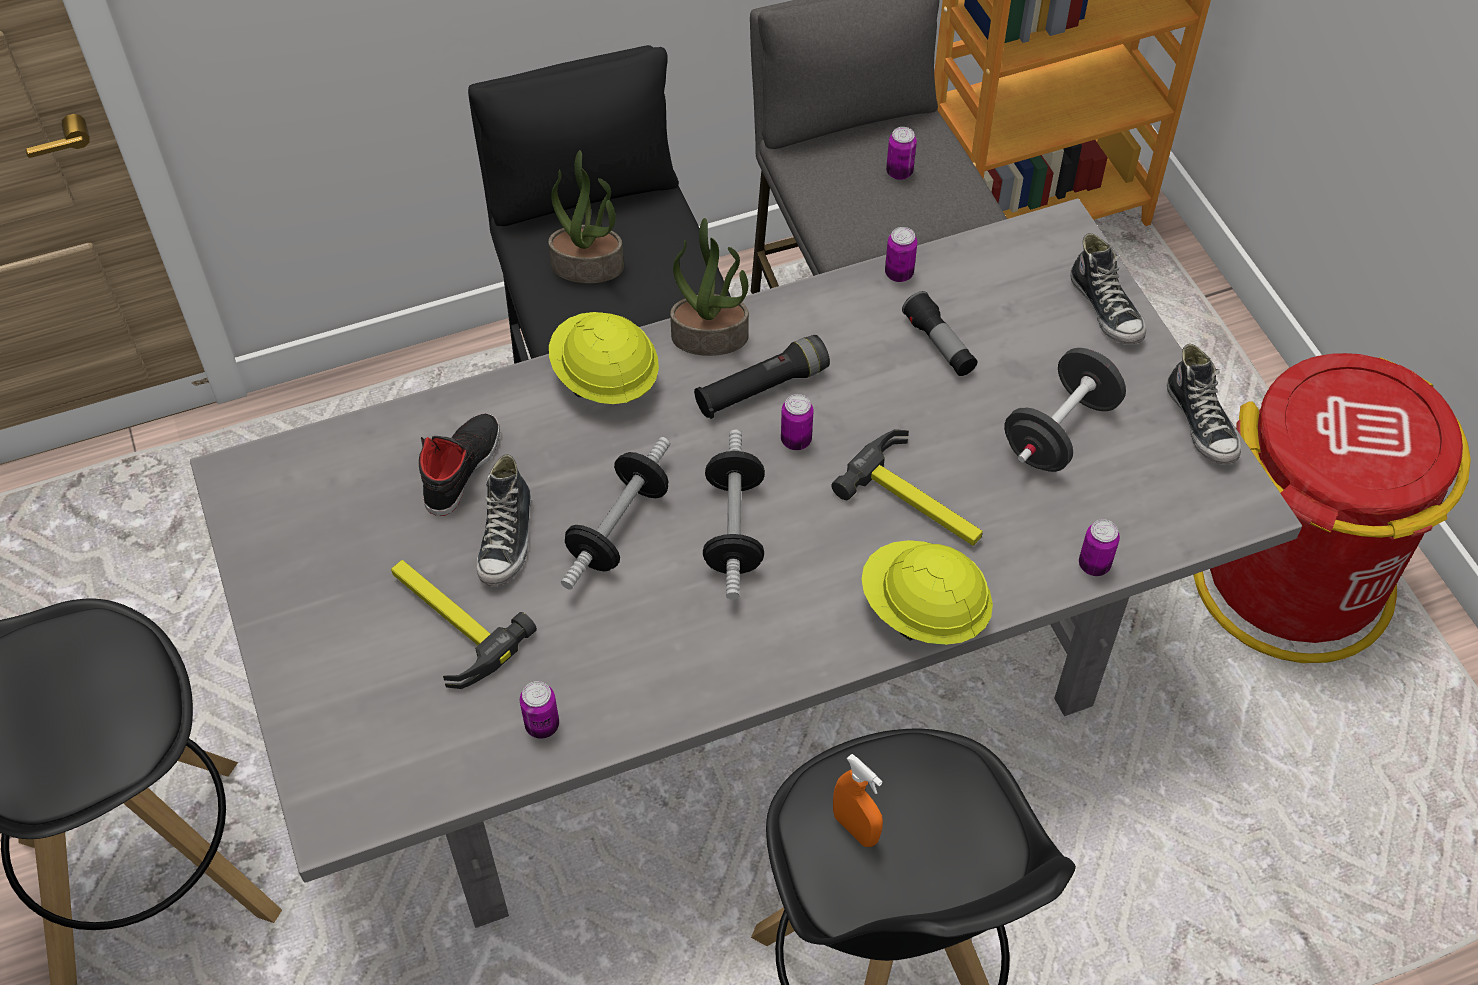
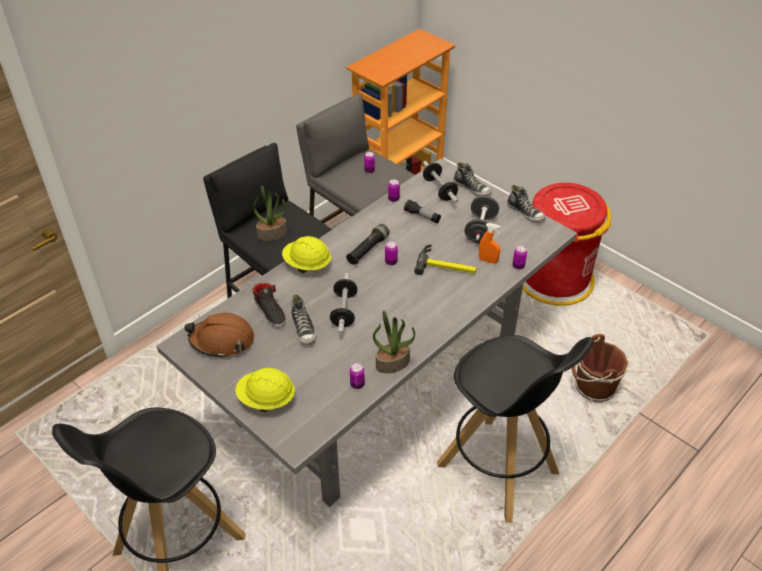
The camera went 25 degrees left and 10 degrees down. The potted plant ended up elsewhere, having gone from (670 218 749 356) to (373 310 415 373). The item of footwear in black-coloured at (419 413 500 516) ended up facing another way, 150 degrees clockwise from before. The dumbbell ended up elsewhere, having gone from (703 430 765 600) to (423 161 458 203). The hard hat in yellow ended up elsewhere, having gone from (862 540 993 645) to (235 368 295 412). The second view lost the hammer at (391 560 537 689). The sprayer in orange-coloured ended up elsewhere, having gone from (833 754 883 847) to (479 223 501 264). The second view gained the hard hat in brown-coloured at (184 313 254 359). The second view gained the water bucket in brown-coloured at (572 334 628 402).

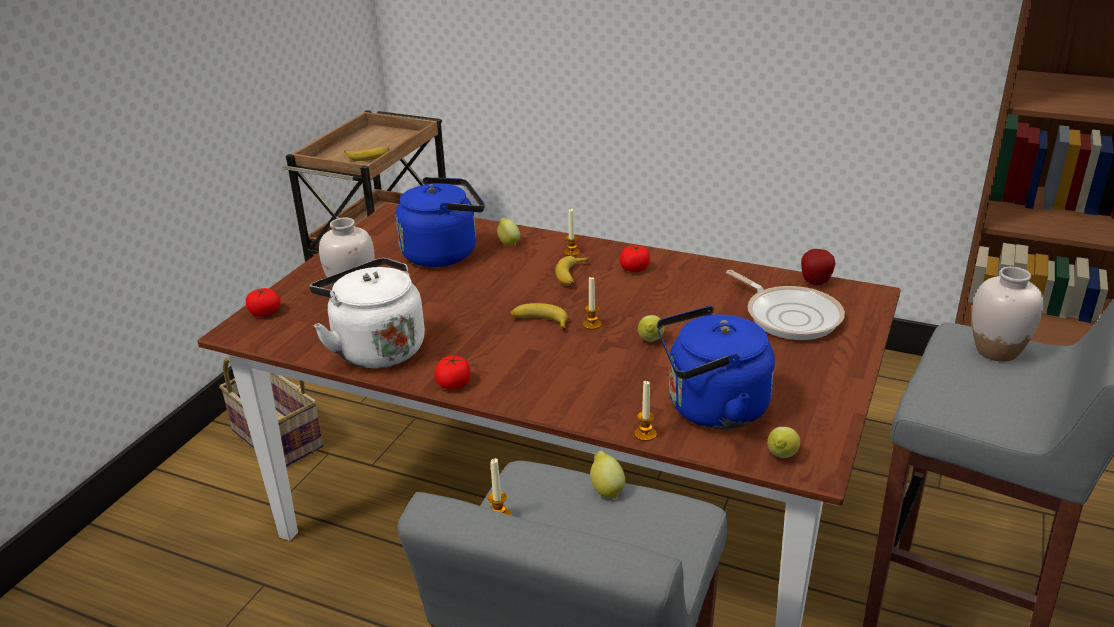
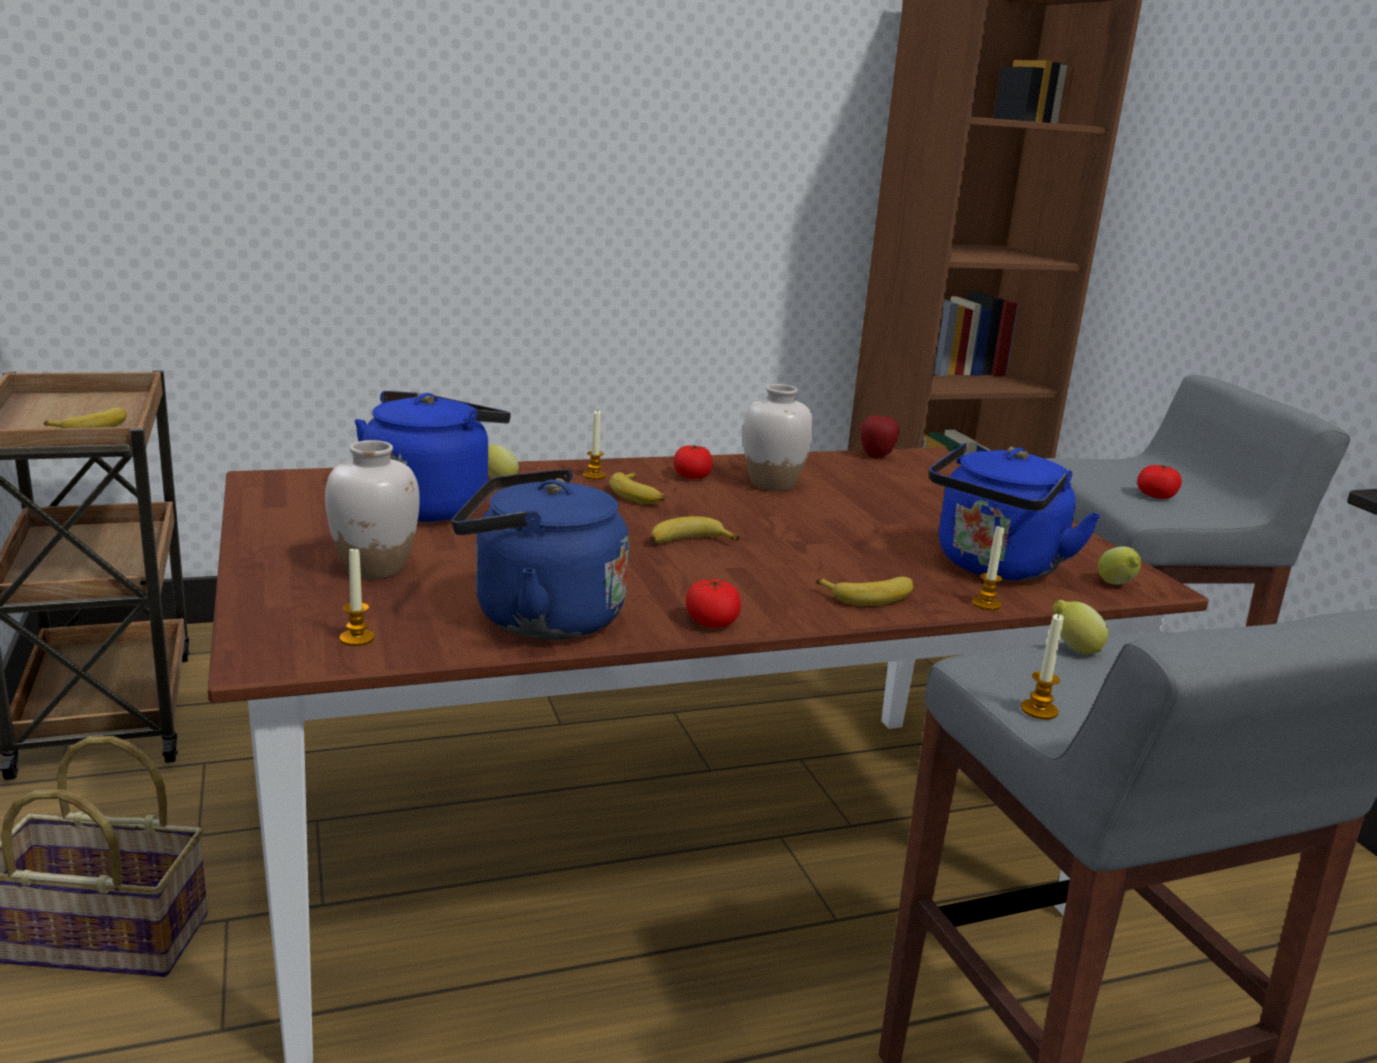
The camera went 45 degrees left and 10 degrees down. What was the kettle in whitish at (310 258 425 368) turned into the kettle in blue-coloured at (452 469 629 640). The flower vase in whitish ended up elsewhere, having gone from (972 267 1044 362) to (743 384 813 491). The second view lost the frying pan at (726 270 845 340). The wax candle ended up elsewhere, having gone from (583 276 601 330) to (340 548 375 646). The tomato ended up elsewhere, having gone from (246 288 281 317) to (1137 465 1182 499). The second view lost the citrus fruit at (638 315 664 342). The second view gained the banana fruit at (816 577 913 606).

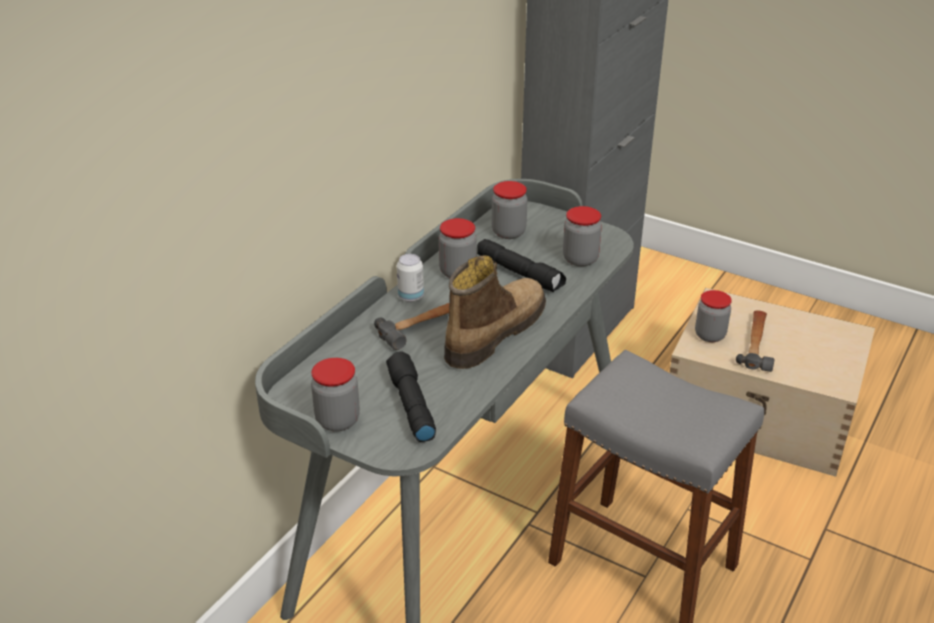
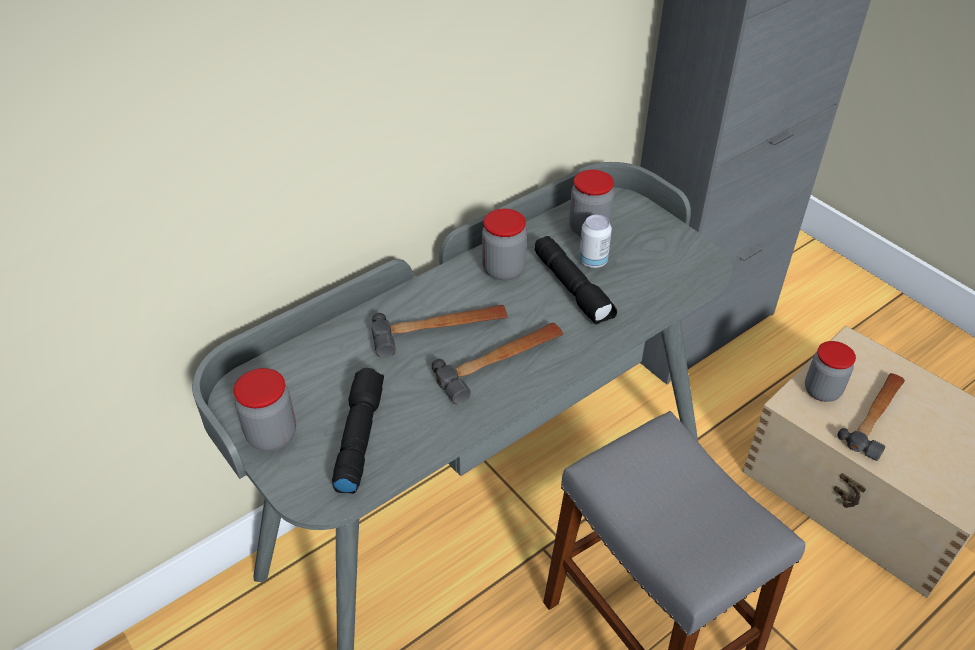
The camera went 20 degrees right and 10 degrees up. The second view lost the jar at (563 206 602 267). The sealed can ended up elsewhere, having gone from (397 254 424 302) to (579 215 612 268). Where the tall boot stood at (444 255 546 369), the hammer came to stand at (432 323 563 404).

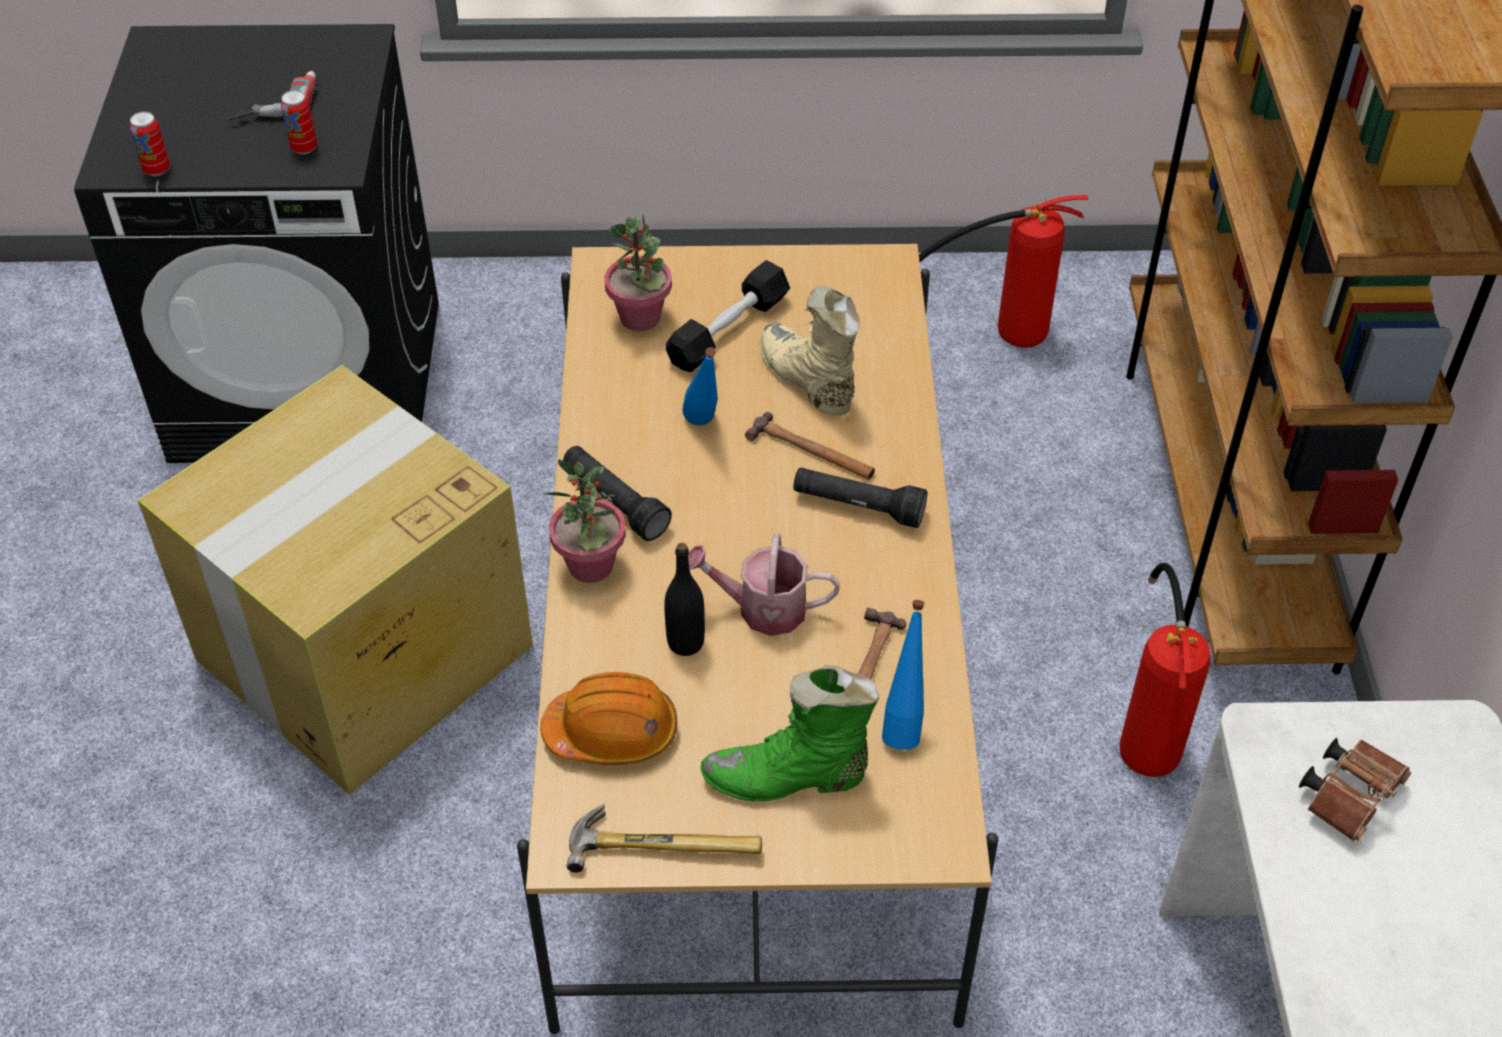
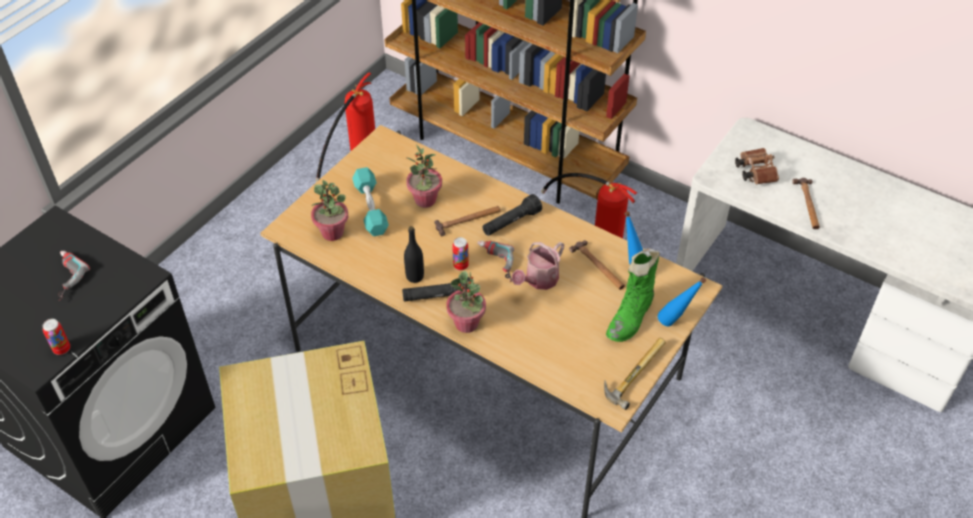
The camera went 55 degrees left and 0 degrees up. The sealed can ended up elsewhere, having gone from (281 90 317 154) to (452 237 469 270). What was the dumbbell in black-coloured at (666 260 790 372) turned into the dumbbell in blue-green at (352 167 389 236). Where the tall boot in beige stood at (760 286 860 415), the potted plant came to stand at (406 144 442 208). The bottle in blue-coloured ended up elsewhere, having gone from (682 347 718 425) to (658 277 706 326). The bottle in black-coloured ended up elsewhere, having gone from (664 543 705 656) to (404 226 424 283). The second view lost the hard hat in orange-coloured at (540 672 677 765). The second view gained the hammer at (792 178 820 229). The second view gained the electric drill at (477 241 514 283).

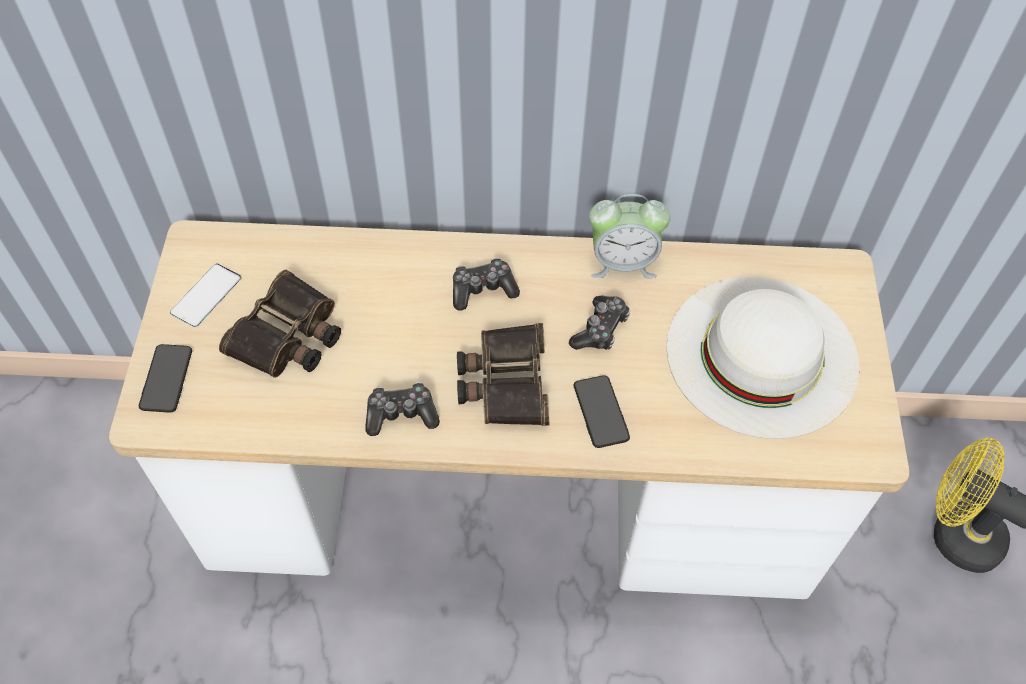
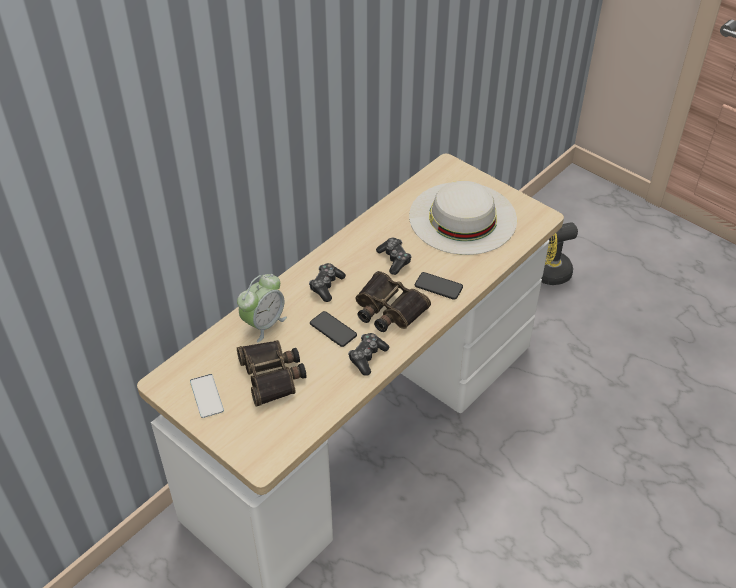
The camera went 50 degrees left and 10 degrees down. The alarm clock ended up elsewhere, having gone from (589 194 671 278) to (237 274 287 342). The telephone ended up elsewhere, having gone from (139 344 192 413) to (310 311 357 347).

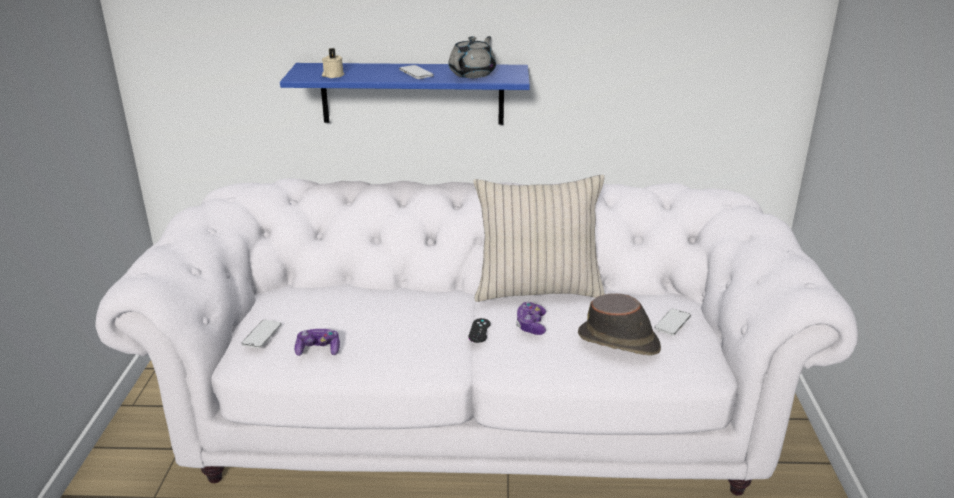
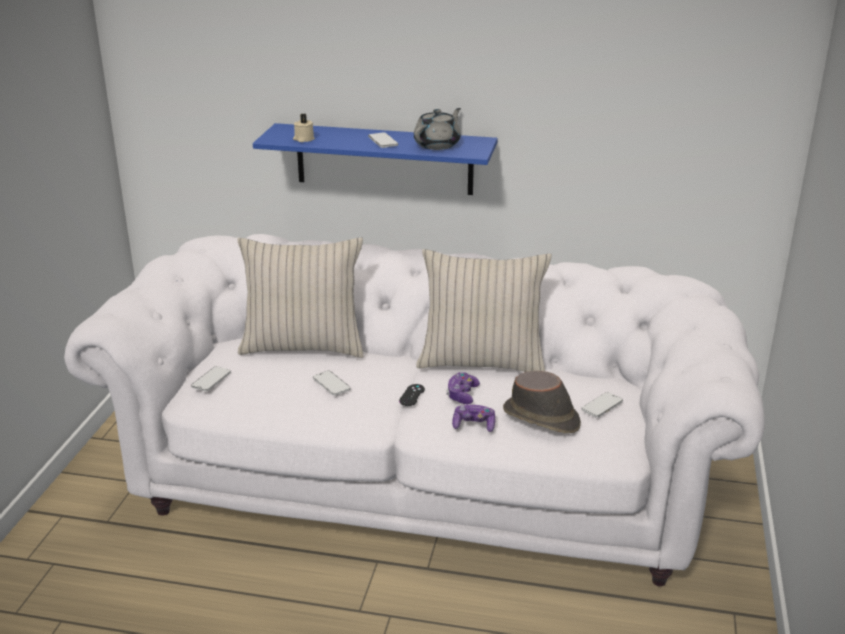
The camera went 10 degrees right and 0 degrees up. The joypad ended up elsewhere, having gone from (295 329 340 356) to (452 405 495 432). The second view gained the pillow in beige at (237 238 364 358). The second view gained the telephone at (313 371 350 396).

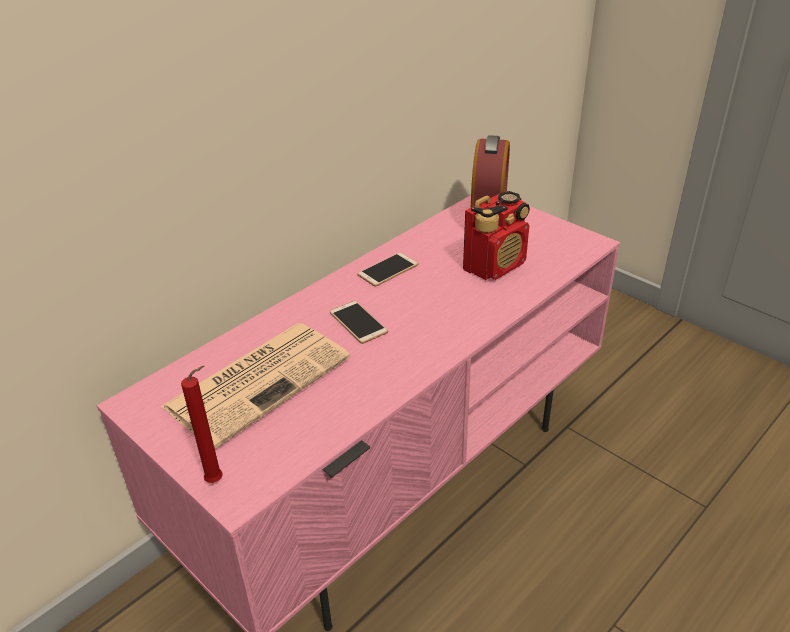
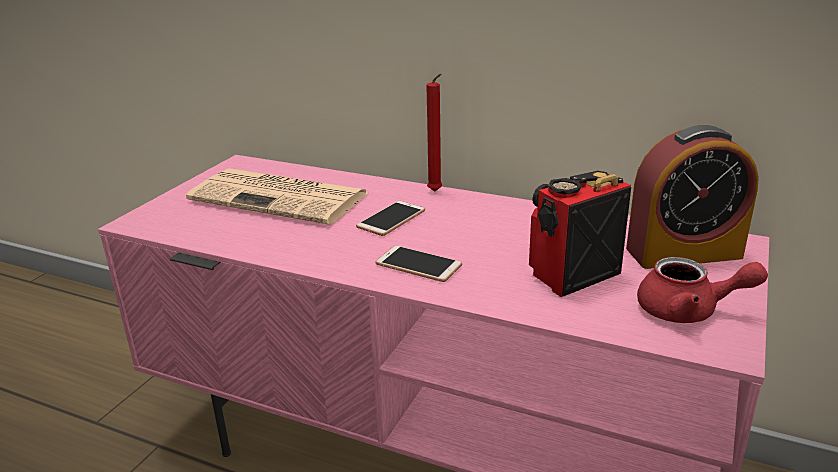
The camera went 70 degrees right and 10 degrees down. The radio set at (463 191 530 280) ended up facing another way, 120 degrees clockwise from before. The telephone ended up elsewhere, having gone from (358 253 418 287) to (375 246 462 282). The wax candle in red-coloured ended up elsewhere, having gone from (181 366 223 483) to (426 74 442 191). The second view gained the teapot in red-coloured at (637 257 768 323).

